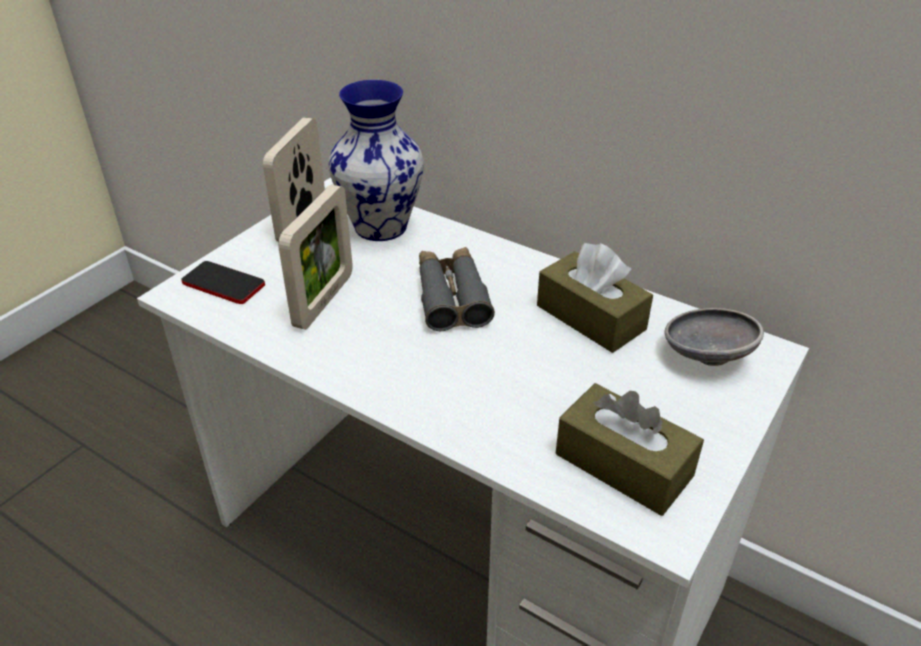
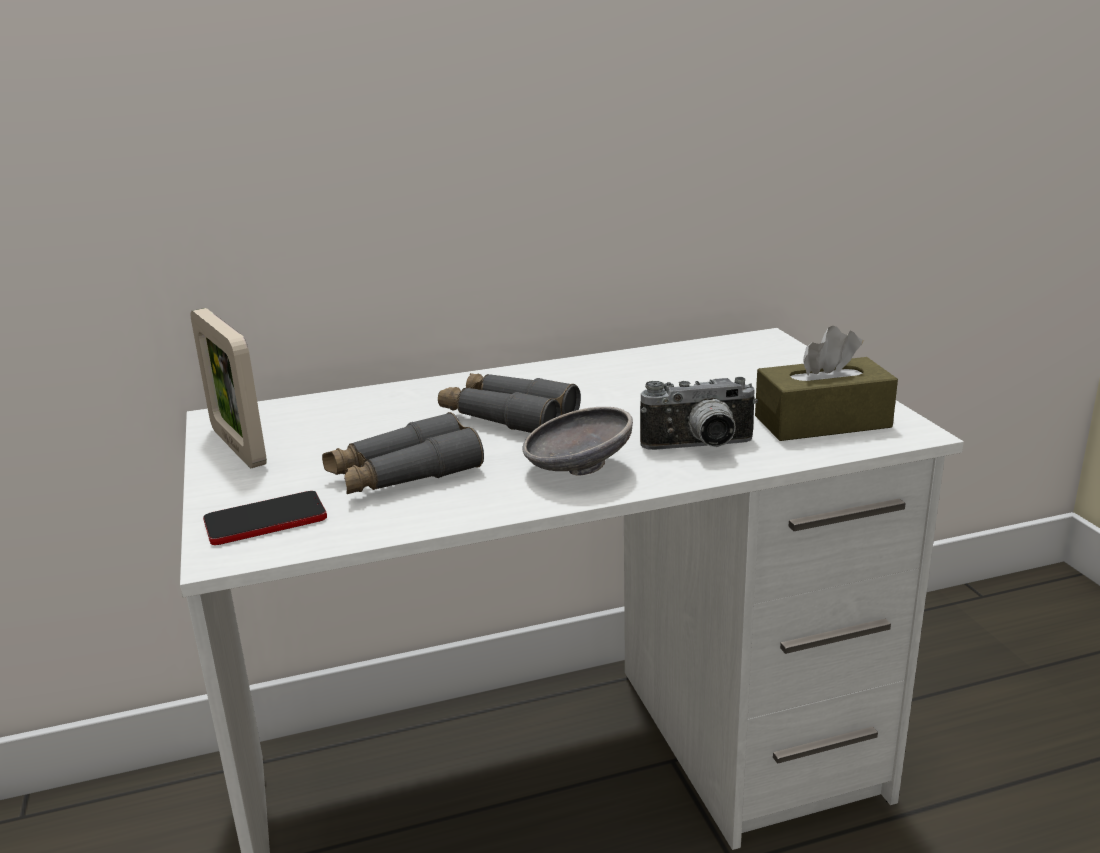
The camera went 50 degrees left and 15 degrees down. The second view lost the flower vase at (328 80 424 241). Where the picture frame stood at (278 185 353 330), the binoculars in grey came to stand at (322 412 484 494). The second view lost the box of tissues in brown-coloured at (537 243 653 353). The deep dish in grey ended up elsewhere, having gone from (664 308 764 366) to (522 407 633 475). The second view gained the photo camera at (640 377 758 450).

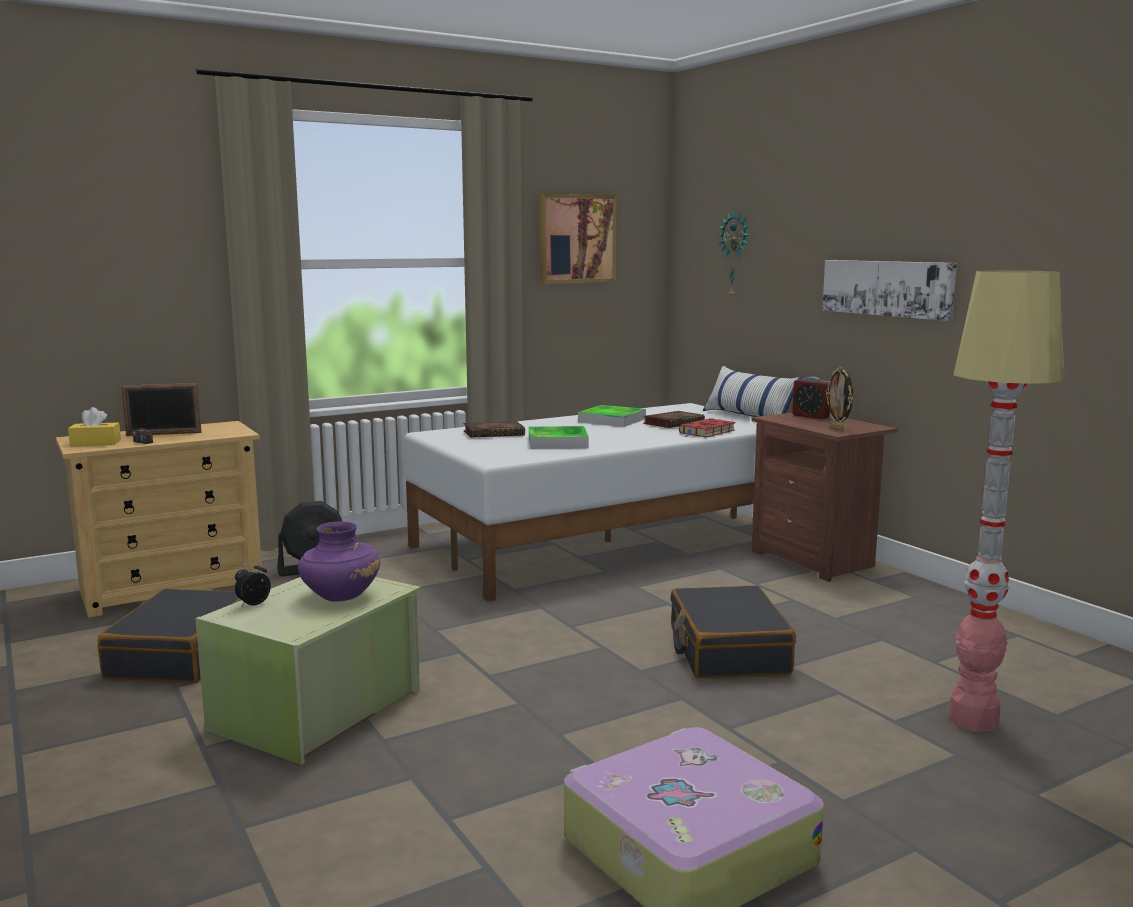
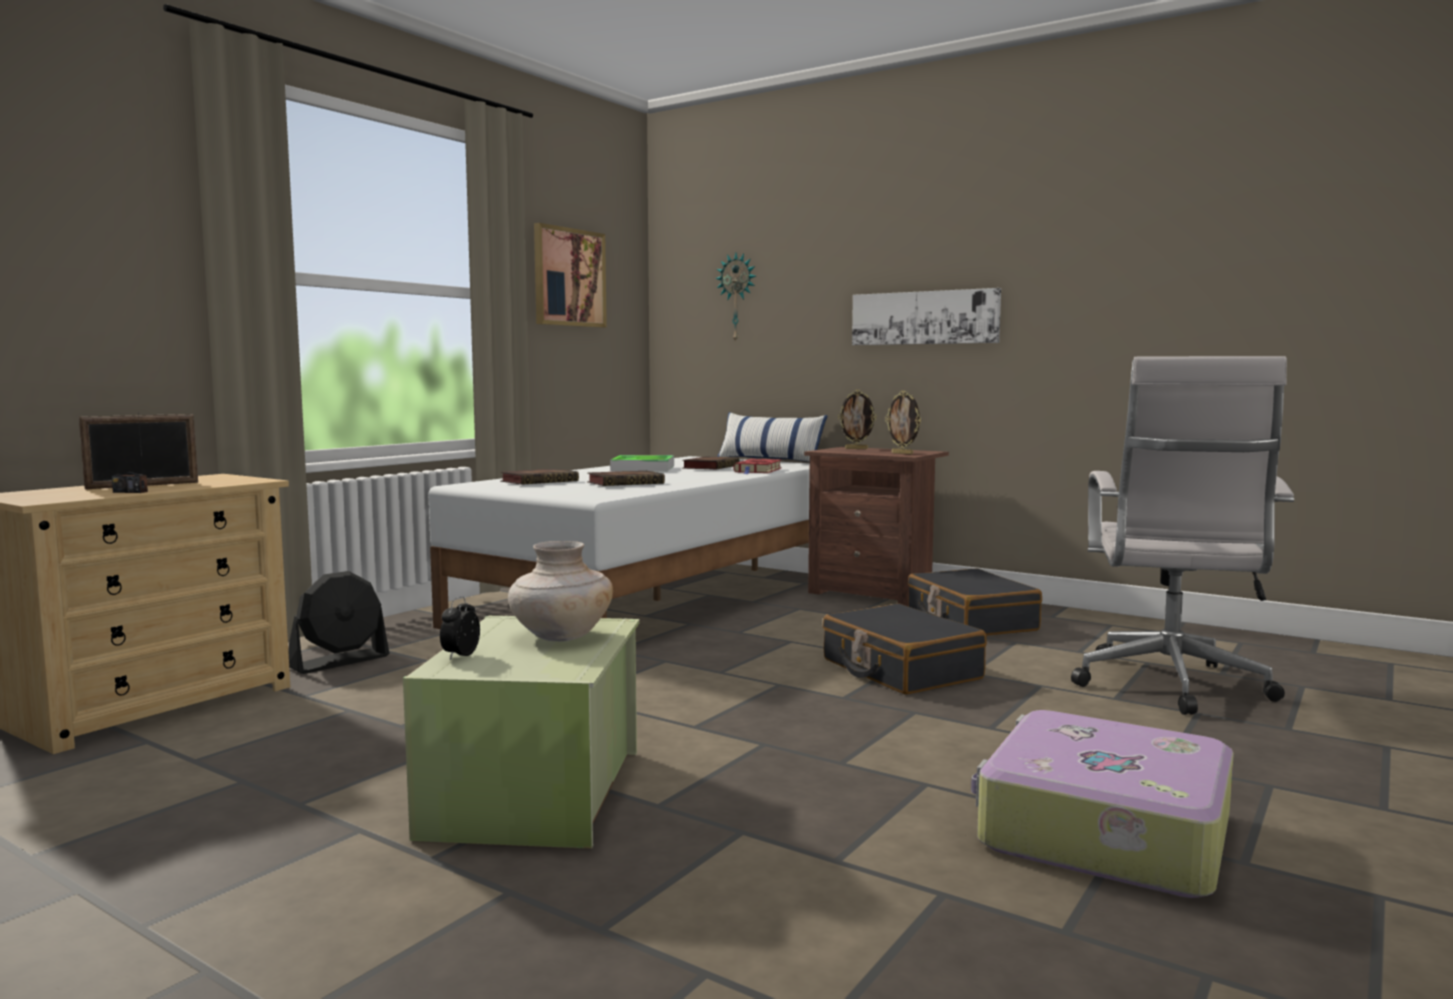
The camera went 25 degrees left and 5 degrees down. Where the standard lamp stood at (949 270 1064 732), the desk chair in whitish came to stand at (1071 356 1294 715). Where the alarm clock stood at (792 377 831 419), the picture frame came to stand at (838 389 876 449). The second view lost the box of tissues in yellow at (68 407 121 446). Where the serving tray stood at (529 426 589 449), the book came to stand at (587 471 665 486). What was the flower vase in purple-coloured at (298 522 381 602) turned into the flower vase in beige at (508 541 613 641). The piece of luggage in black-coloured ended up elsewhere, having gone from (98 589 242 683) to (908 568 1042 636).

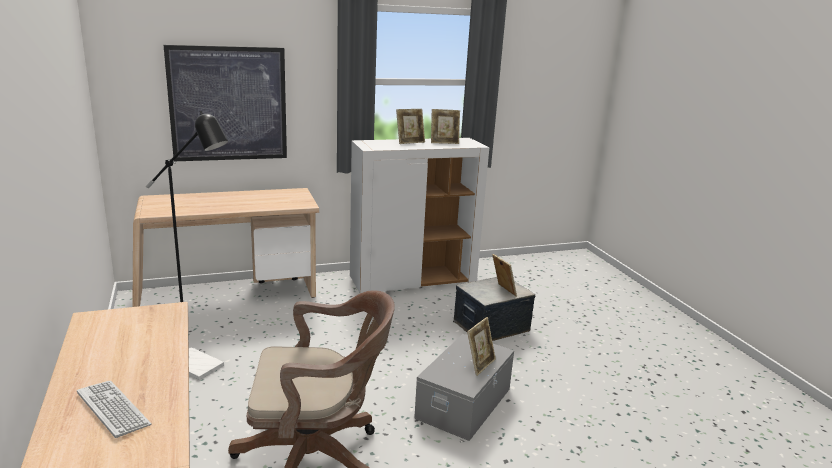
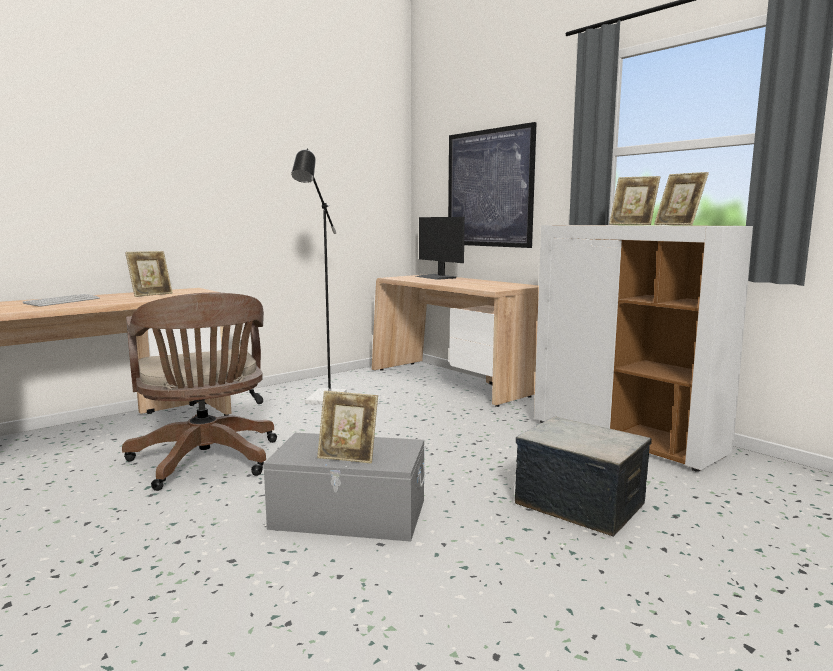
The camera went 70 degrees right and 10 degrees down. The picture frame ended up elsewhere, having gone from (492 254 517 297) to (125 251 173 297). The second view gained the computer display at (415 217 465 280).

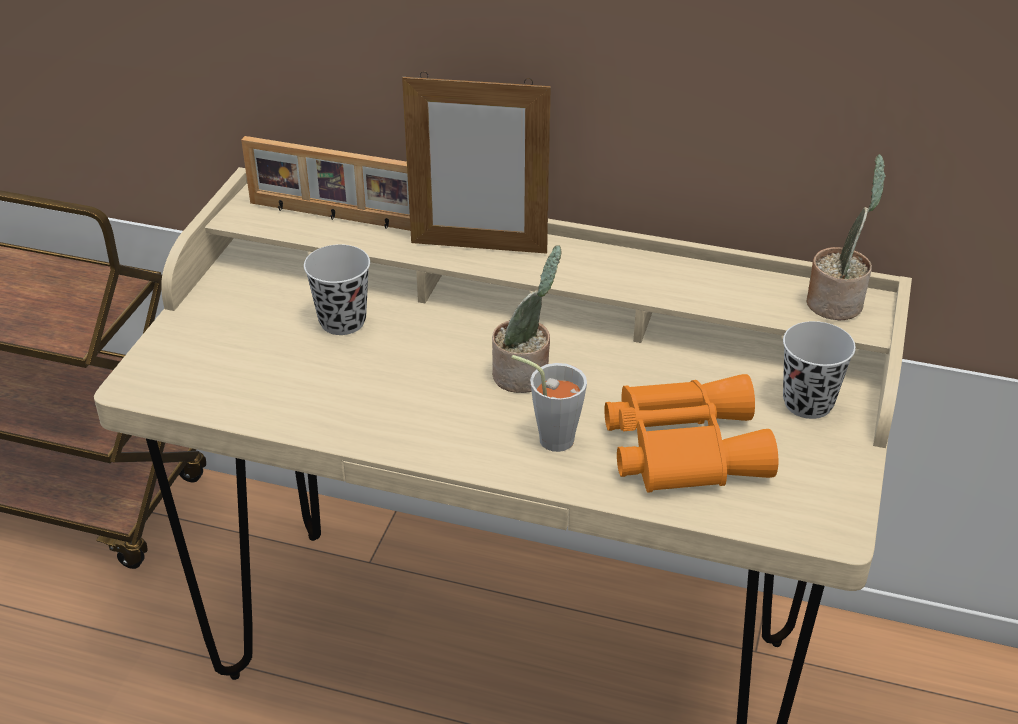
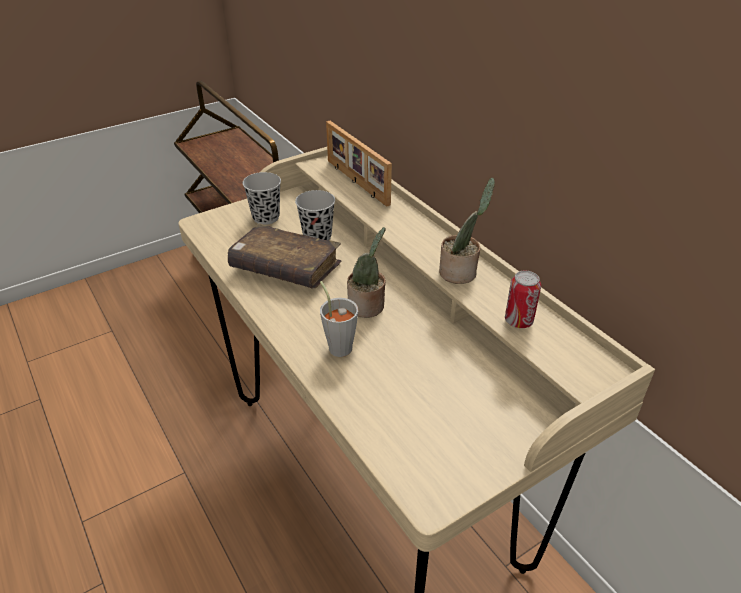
The camera went 40 degrees right and 0 degrees up. The second view lost the picture frame at (402 71 551 254). The potted plant ended up elsewhere, having gone from (807 154 886 320) to (439 178 495 284). The cup in black-coloured ended up elsewhere, having gone from (783 321 856 419) to (243 172 281 225). The second view lost the binoculars in orange-coloured at (604 374 778 493). The second view gained the book in brown-coloured at (228 223 341 289). The second view gained the sealed can at (505 271 541 328).

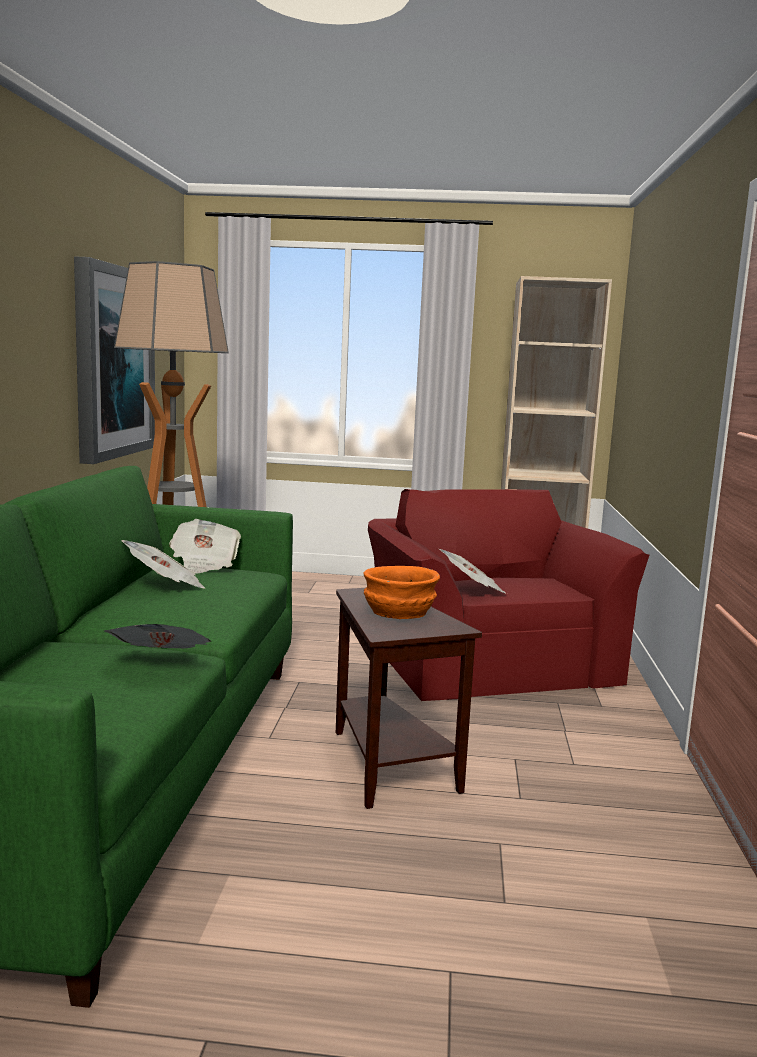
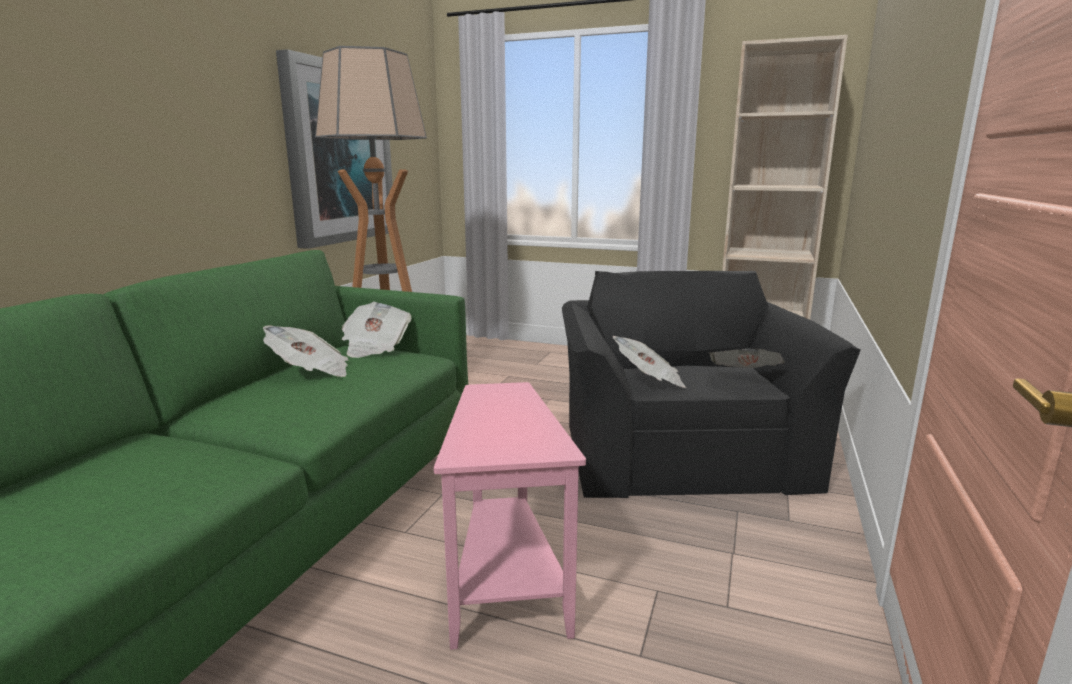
The camera went 15 degrees right and 5 degrees up. What was the lounge chair in red-coloured at (368 489 649 701) turned into the lounge chair in black-coloured at (562 271 861 498). The second view lost the deep dish in orange-coloured at (363 566 440 619). What was the accent table in brown-coloured at (336 588 482 809) turned into the accent table in pink-coloured at (434 382 586 650). The daily paper ended up elsewhere, having gone from (104 624 211 648) to (709 349 785 368).

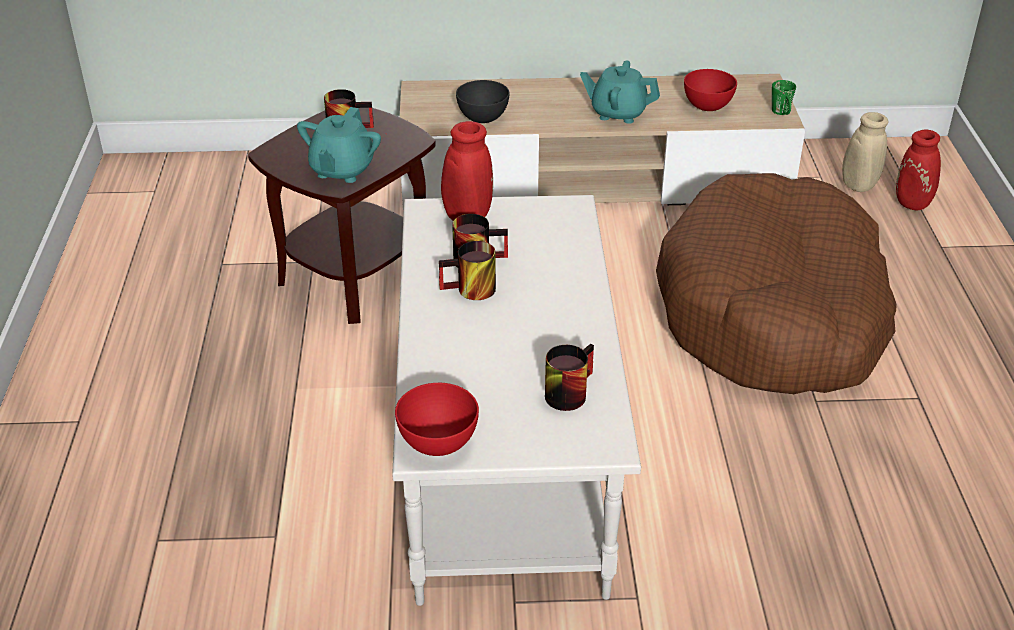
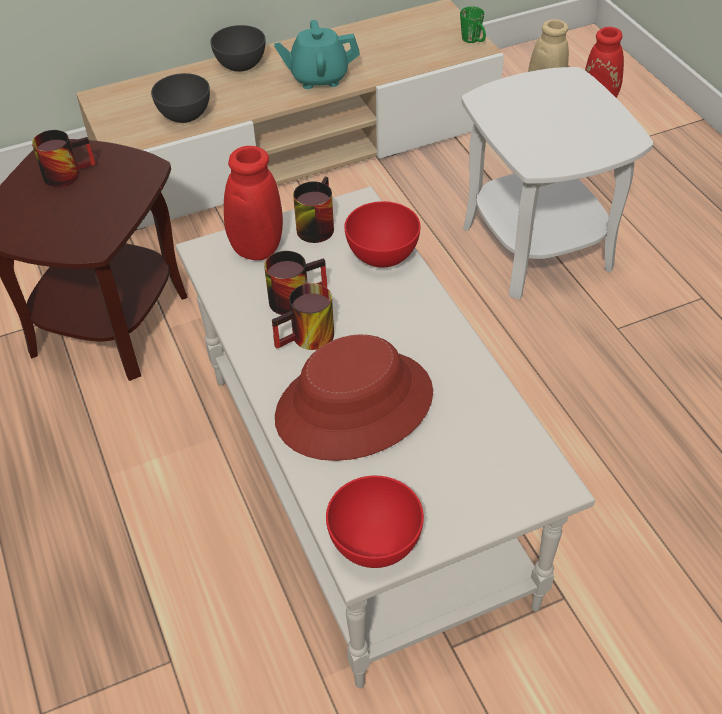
The camera went 20 degrees left and 10 degrees up. The deep dish in red-coloured ended up elsewhere, having gone from (684 69 737 111) to (344 201 421 268). The second view lost the teapot in blue-green at (297 107 381 183). Where the dog cushion in brown-coloured stood at (656 173 896 394), the accent table in whitish came to stand at (462 67 653 300). The mug ended up elsewhere, having gone from (545 344 594 411) to (293 177 334 243). The second view gained the deep dish in grey at (210 25 266 72). The second view gained the hat in red-coloured at (275 334 433 461).

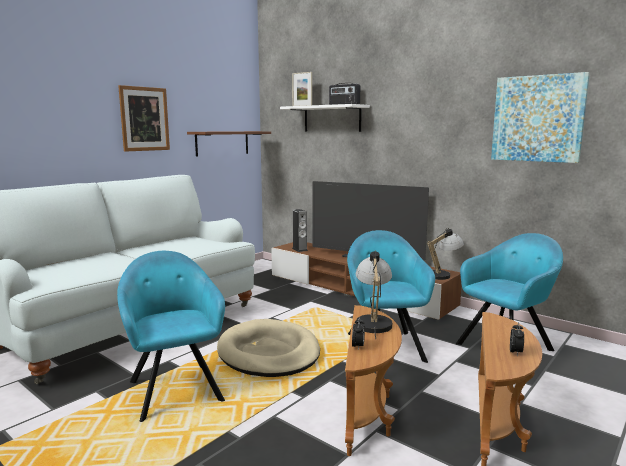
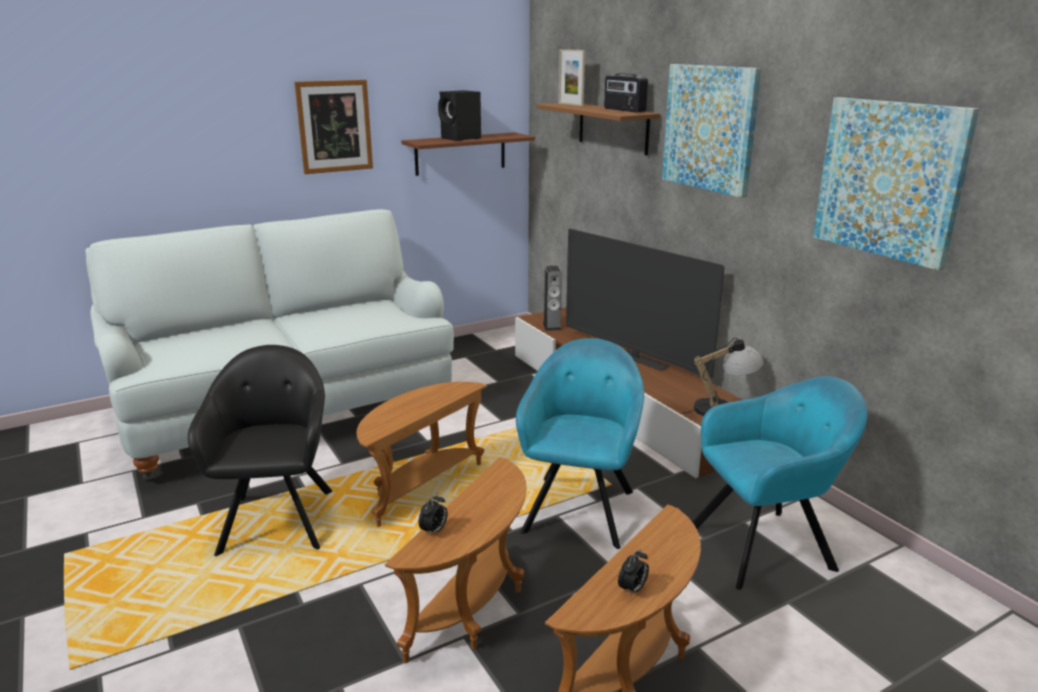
The camera went 20 degrees right and 10 degrees up. What was the wall shelf in whitish at (280 104 370 132) turned into the wall shelf in brown-coloured at (537 103 661 155). The second view lost the table lamp at (356 250 392 339). What was the lounge chair in blue-green at (117 251 225 422) turned into the lounge chair in black-coloured at (188 345 332 556). Where the dog cushion in beige stood at (217 319 320 377), the accent table in brown-coloured came to stand at (356 382 487 527). The second view gained the wall art at (662 64 761 198). The second view gained the speaker in black-coloured at (438 90 481 141).

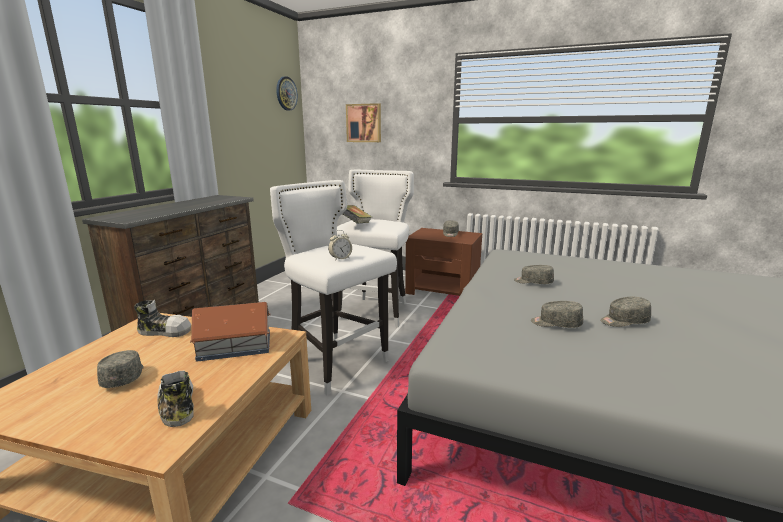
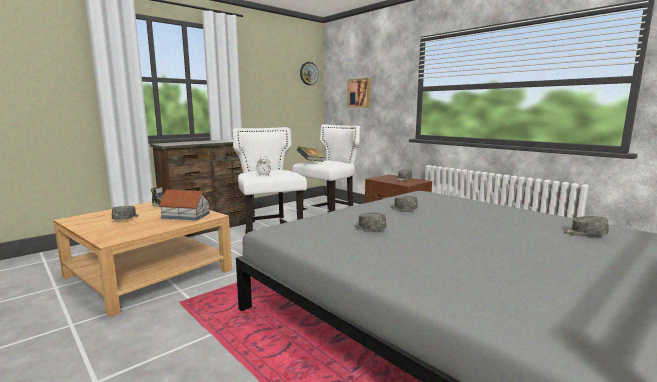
The camera went 25 degrees right and 5 degrees down. The peaked cap in grey ended up elsewhere, having gone from (600 297 651 327) to (564 216 609 235). The second view lost the item of footwear at (158 371 194 427).

